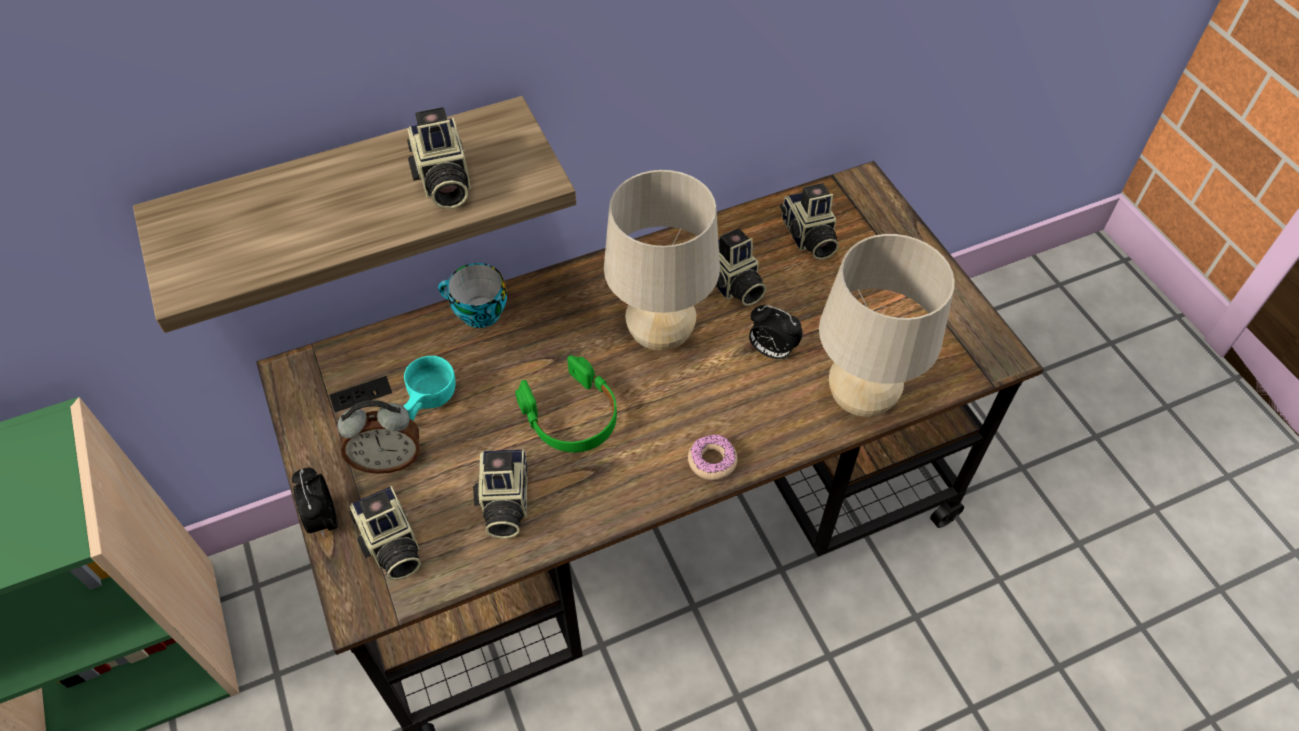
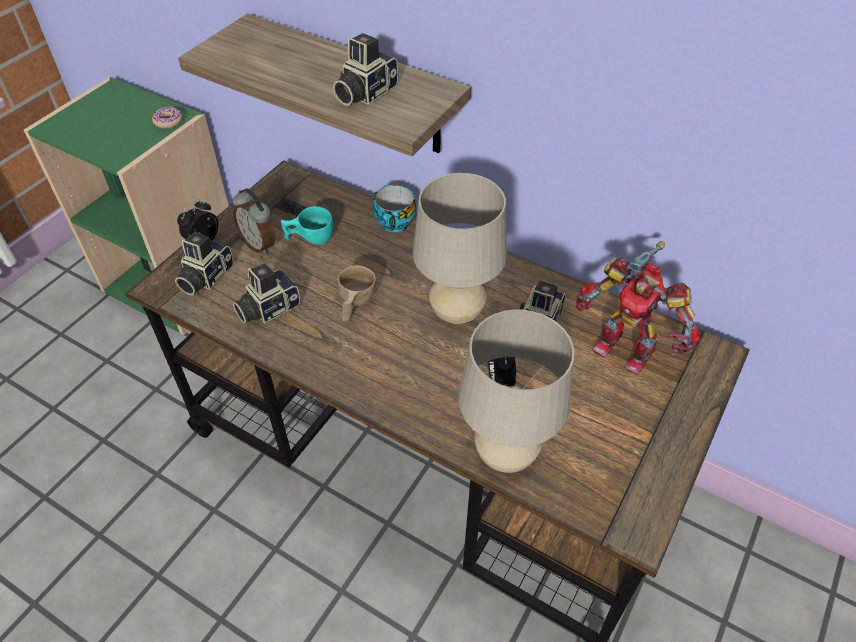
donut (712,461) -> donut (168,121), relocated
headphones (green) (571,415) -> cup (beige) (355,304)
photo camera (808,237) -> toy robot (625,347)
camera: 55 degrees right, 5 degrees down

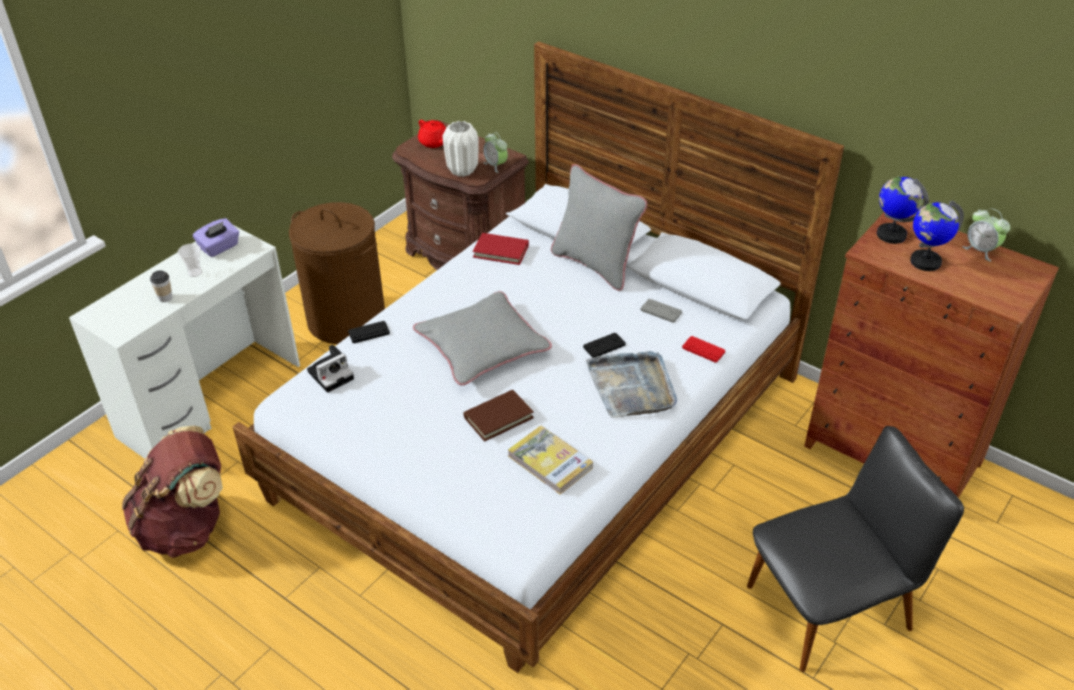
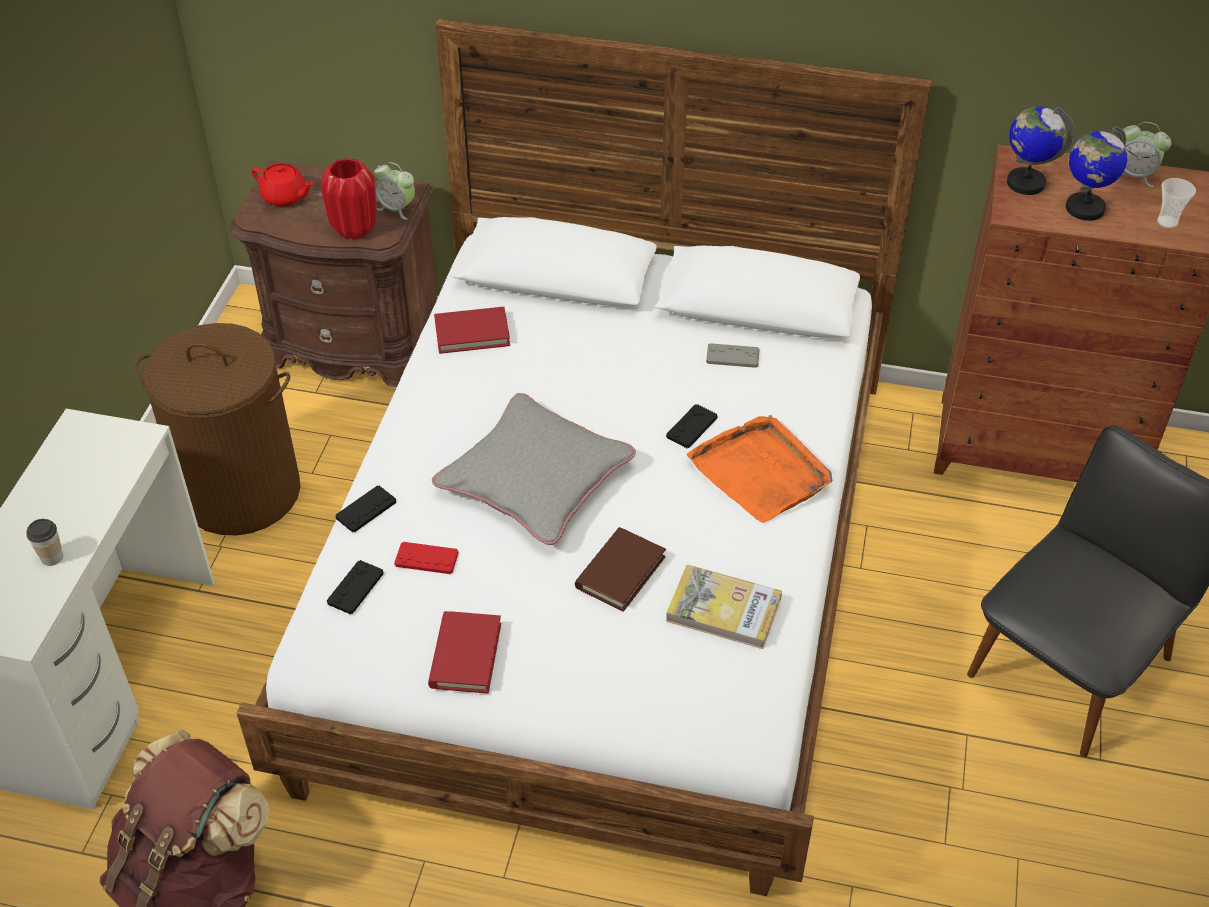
vase (white) (462,171) -> vase (red) (354,230)
photo camera (332,374) -> game controller (black) (355,588)
game controller (red) (703,350) -> game controller (red) (426,559), relocated
none -> book (red) (465,655)
tray (grey) (632,386) -> tray (orange) (761,472)
cup (195,272) -> cup (1167,222), relocated
tissue box (purple) (219,247) -> none
pillow (grey) (595,264) -> none
camera: 25 degrees left, 5 degrees up

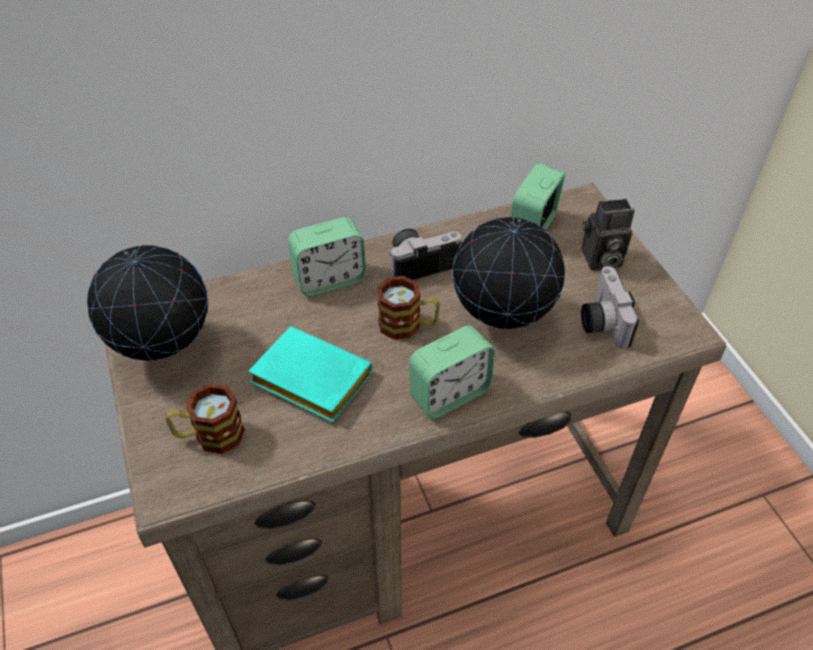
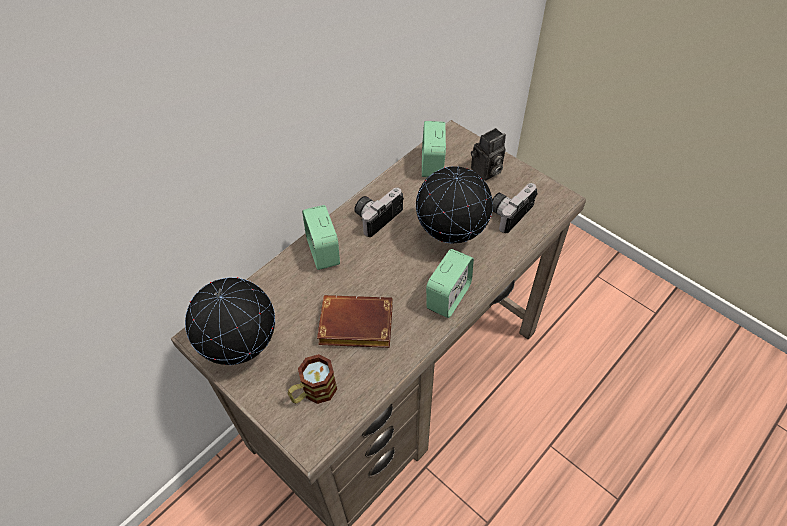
alarm clock (329,279) -> alarm clock (323,251), 120 degrees clockwise
book (turquoise) (307,380) -> book (brown) (354,327)
photo camera (600,321) -> photo camera (509,212), 75 degrees clockwise
mug (408,325) -> none
camera: 25 degrees left, 5 degrees up

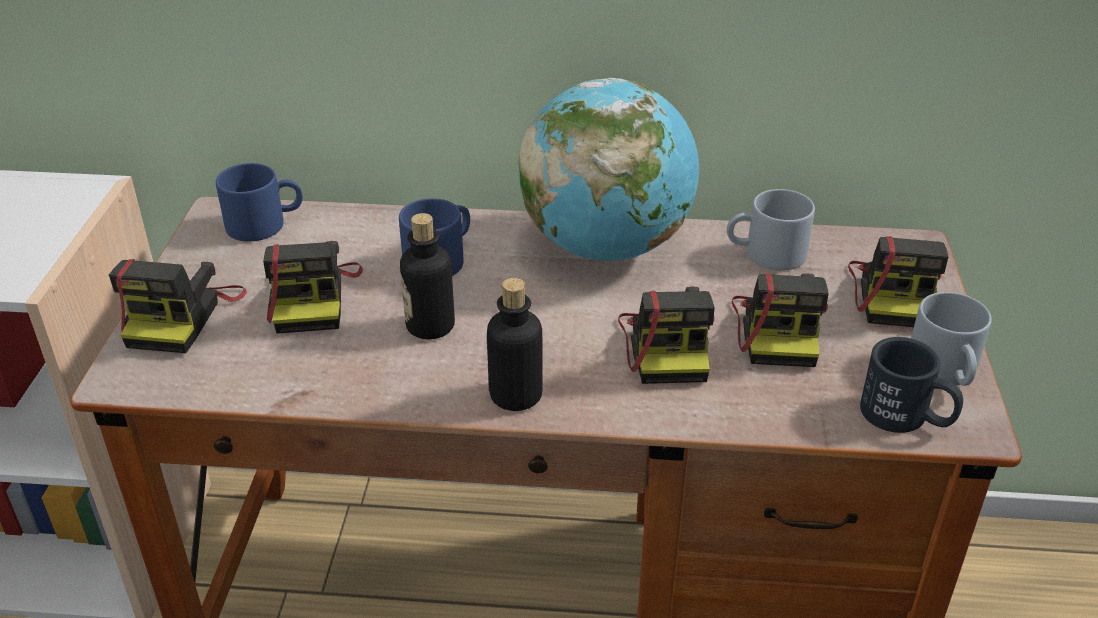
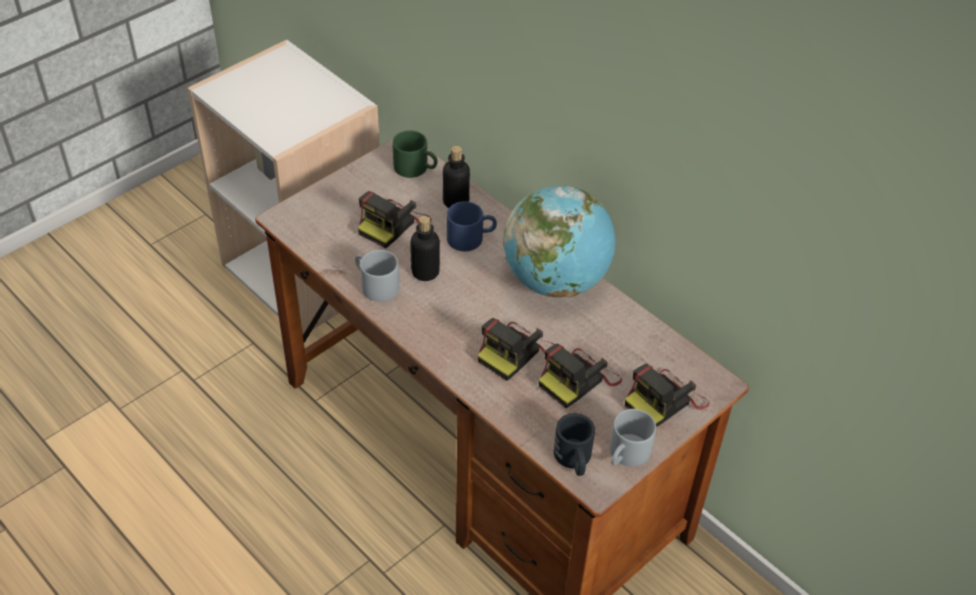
mug (grey) (765,254) -> mug (grey) (375,285), relocated
mug (blue) (265,223) -> mug (green) (416,168)
bottle (516,395) -> bottle (456,201), relocated
photo camera (182,316) -> none
camera: 40 degrees right, 10 degrees up

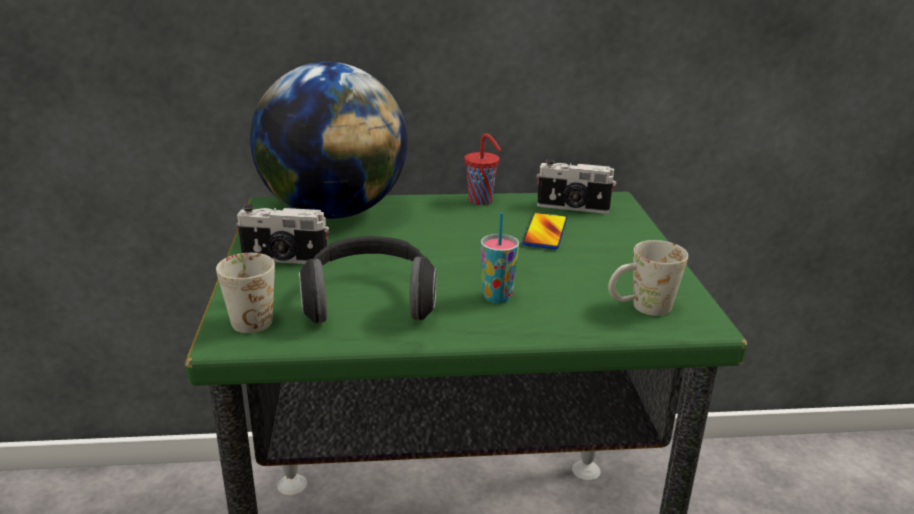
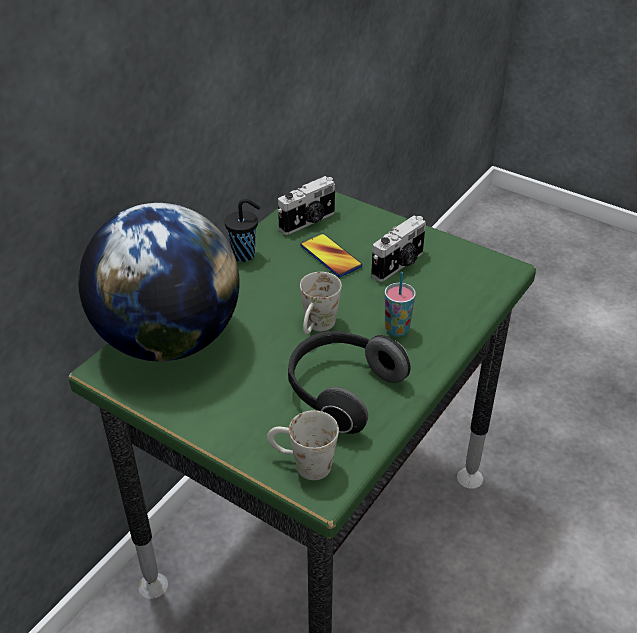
cup (red) (481,201) -> cup (black) (245,255)
mug (white) (640,308) -> mug (white) (317,328), relocated
photo camera (284,260) -> photo camera (399,265), relocated
camera: 50 degrees left, 15 degrees up

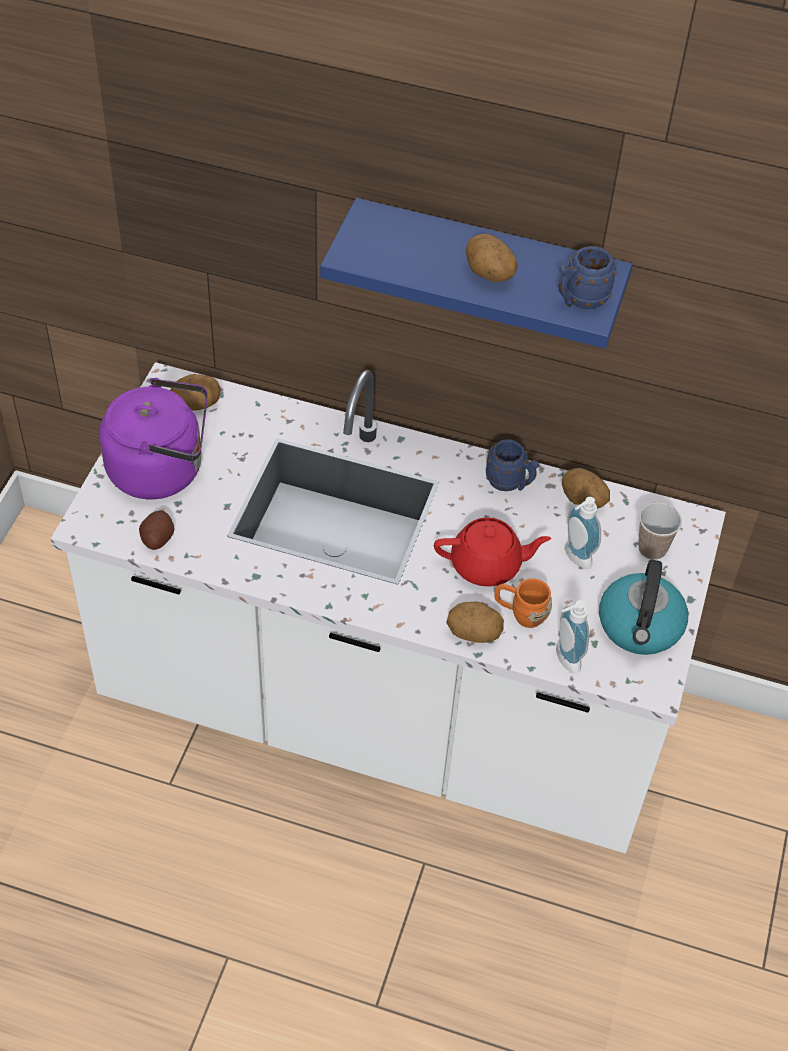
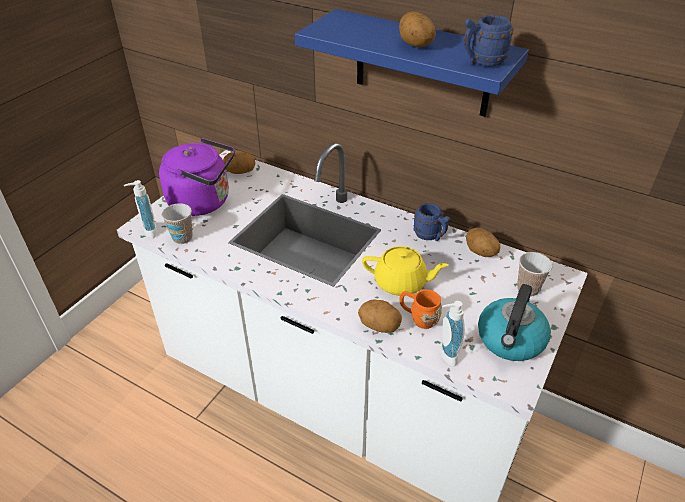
soap dispenser (574,558) -> soap dispenser (148,232), relocated
potato (157,538) -> cup (182,238)
teapot (red) (487,565) -> teapot (yellow) (401,283)
camera: 15 degrees right, 10 degrees down

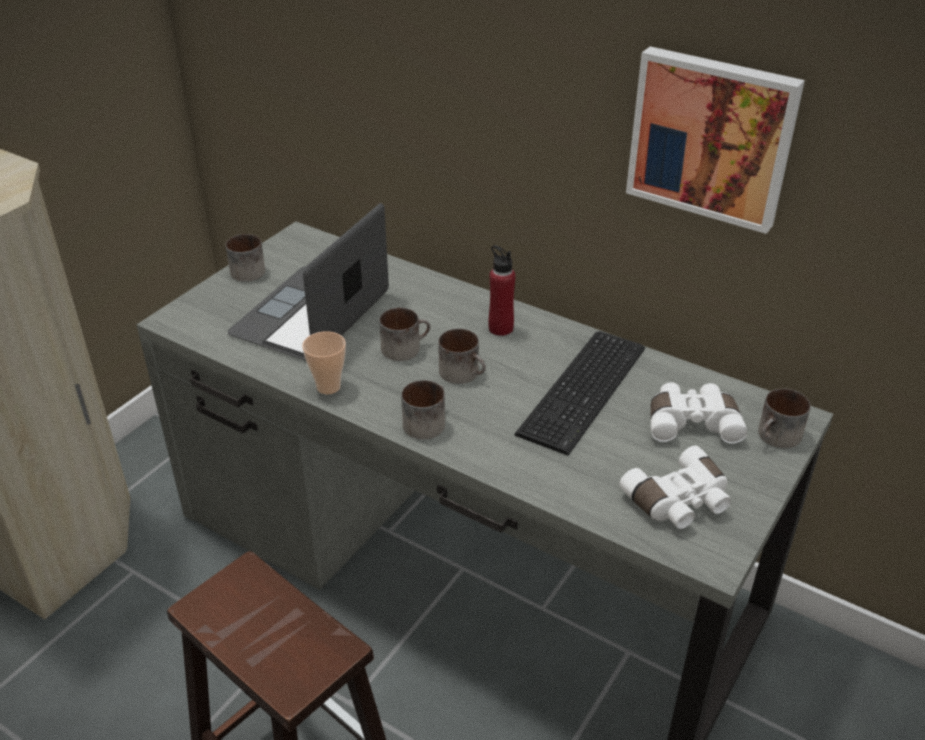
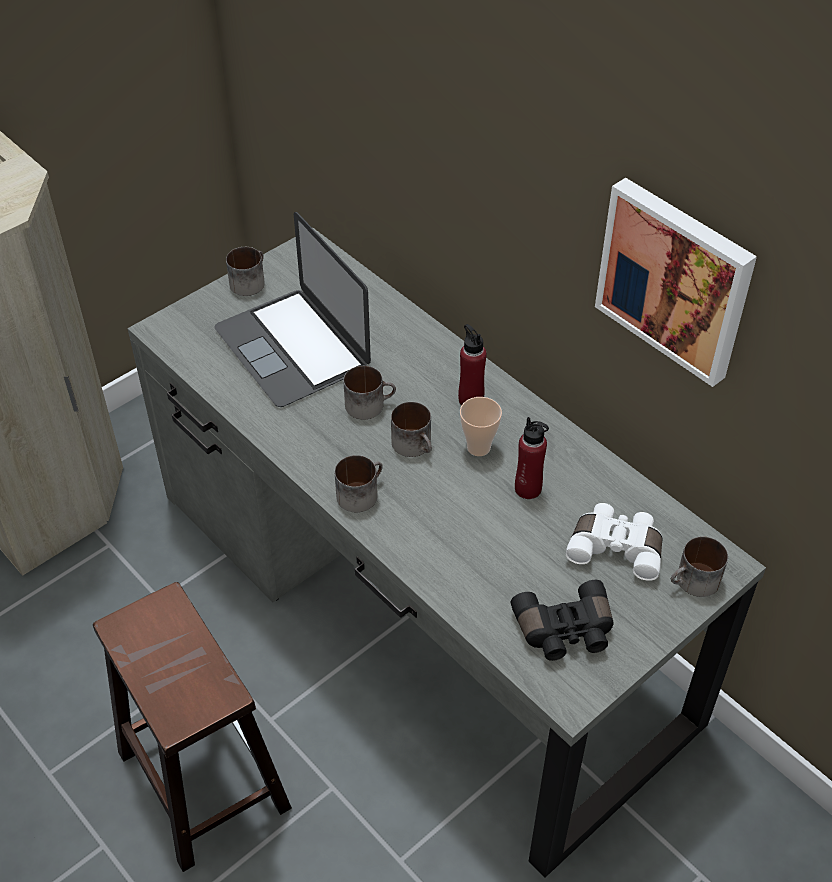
laptop (311,314) -> laptop (292,347), 75 degrees counterclockwise
cup (328,387) -> cup (478,447), relocated
binoculars (white) (679,502) -> binoculars (black) (565,631)
keyboard (587,390) -> bottle (red) (528,489)
camera: 15 degrees right, 10 degrees up

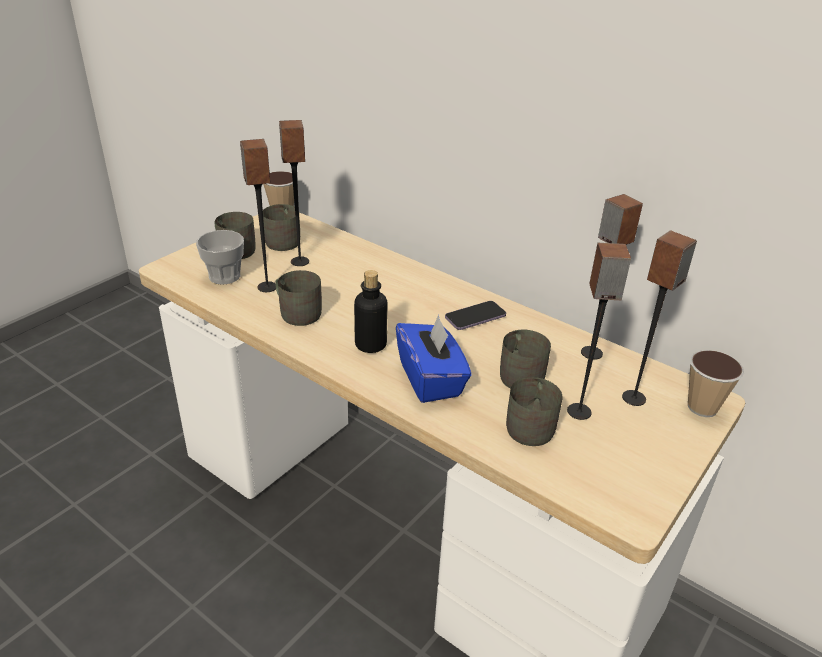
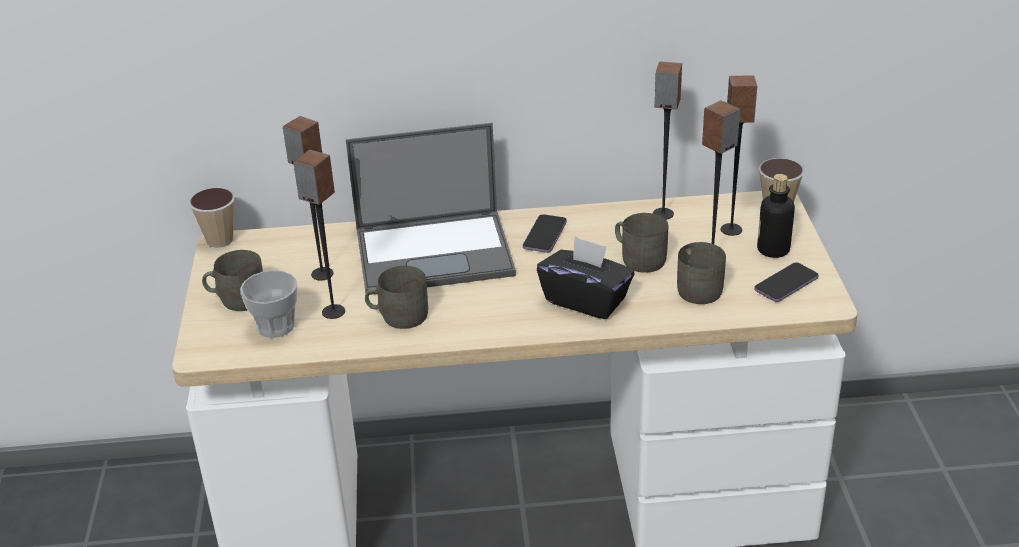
none -> laptop (436,252)
tissue box (blue) (431,379) -> tissue box (black) (586,300)
none -> phone (786,284)
bottle (370,344) -> bottle (773,250), relocated
mug (grey) (285,240) -> none
camera: 40 degrees left, 0 degrees up

